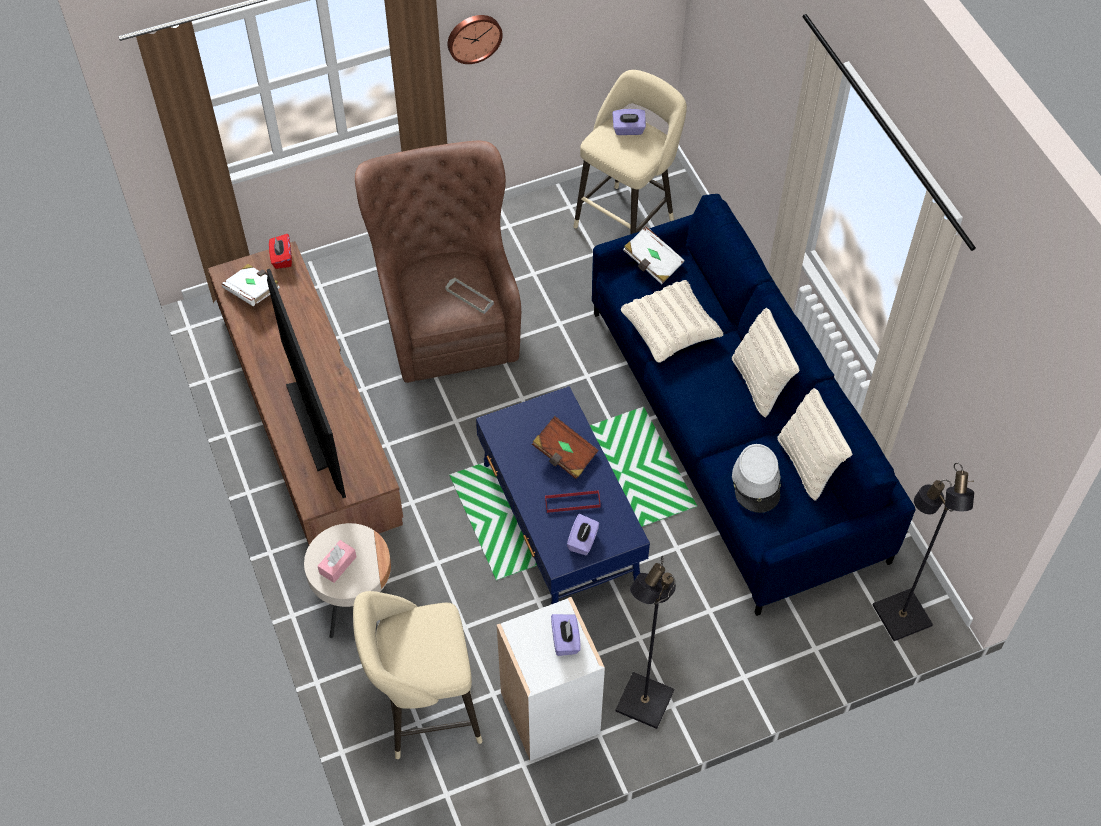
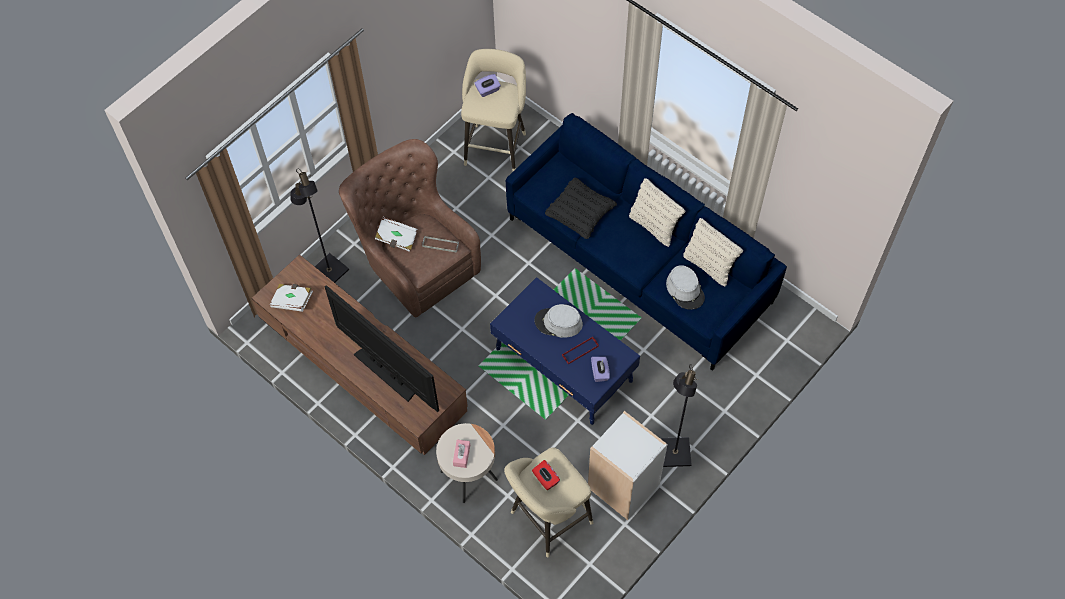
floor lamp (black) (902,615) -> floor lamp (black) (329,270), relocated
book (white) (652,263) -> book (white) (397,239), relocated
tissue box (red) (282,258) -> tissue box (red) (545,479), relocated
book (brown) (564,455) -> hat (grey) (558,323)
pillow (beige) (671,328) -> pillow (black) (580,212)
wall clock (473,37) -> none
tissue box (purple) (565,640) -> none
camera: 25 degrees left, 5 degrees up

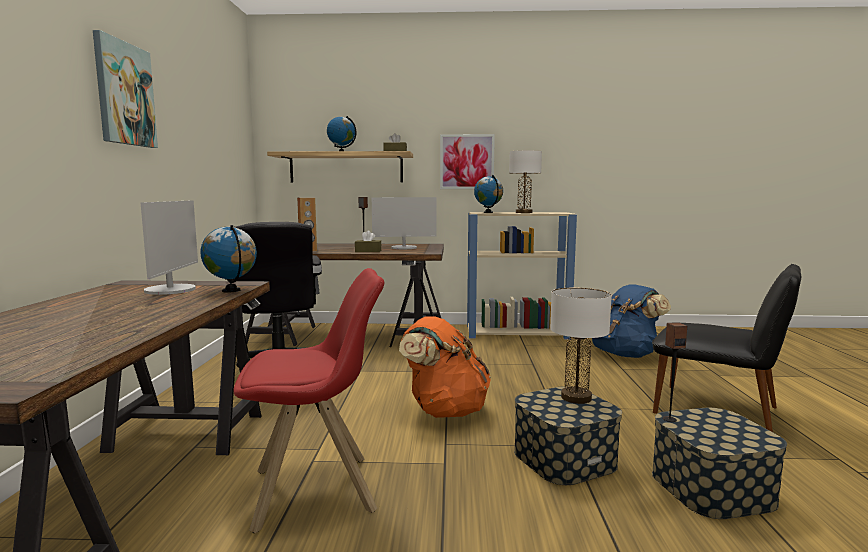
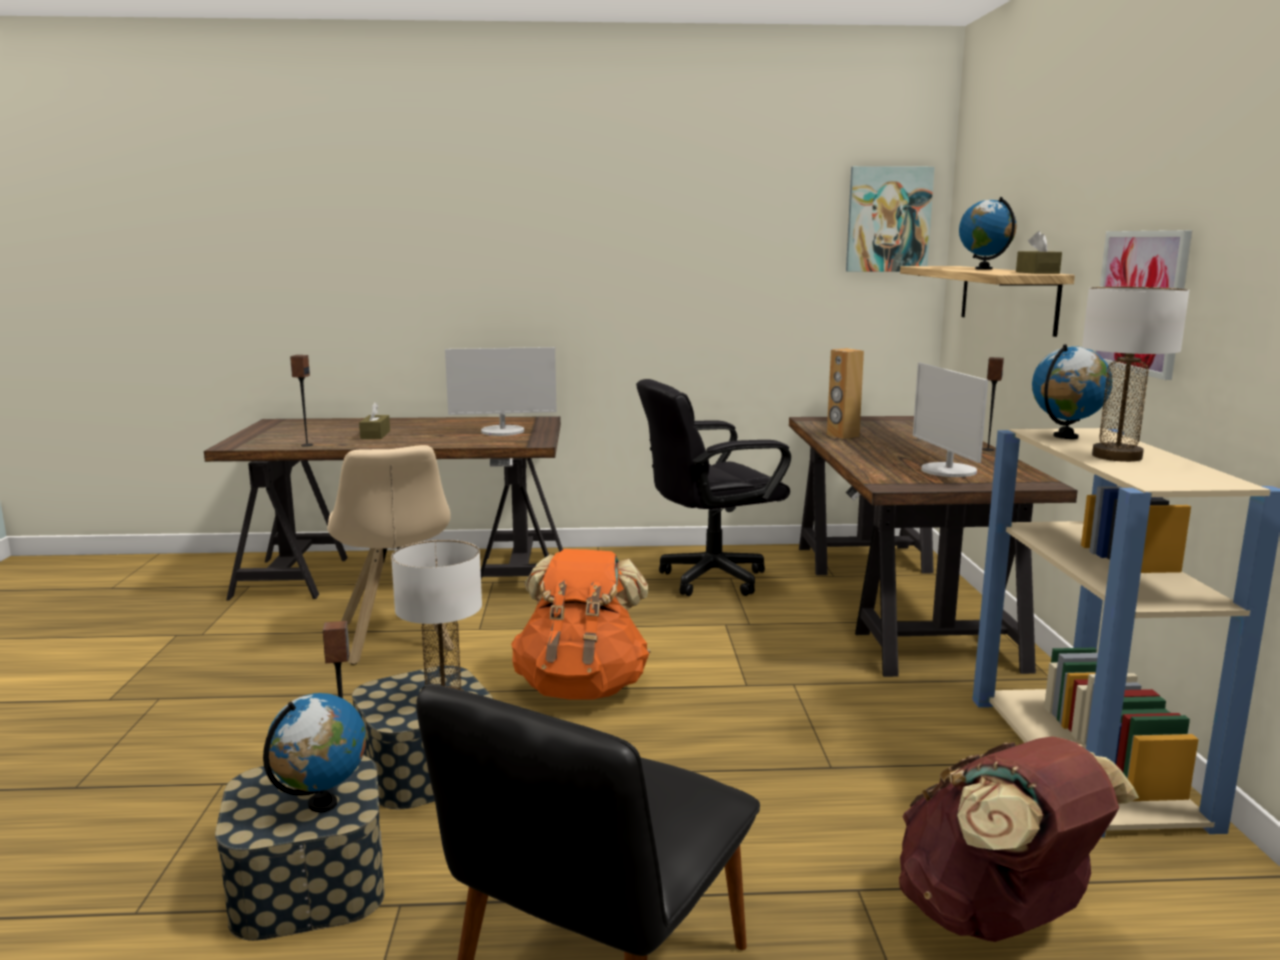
globe (231,291) -> globe (322,804), relocated
none -> speaker (306,445)
chair (red) (315,490) -> chair (beige) (397,637)
tissue box (brown) (368,251) -> tissue box (brown) (375,435), relocated
picture (124,94) -> picture (888,219), relocated
backpack (blue) (625,354) -> backpack (brown) (995,918)
camera: 85 degrees right, 5 degrees up

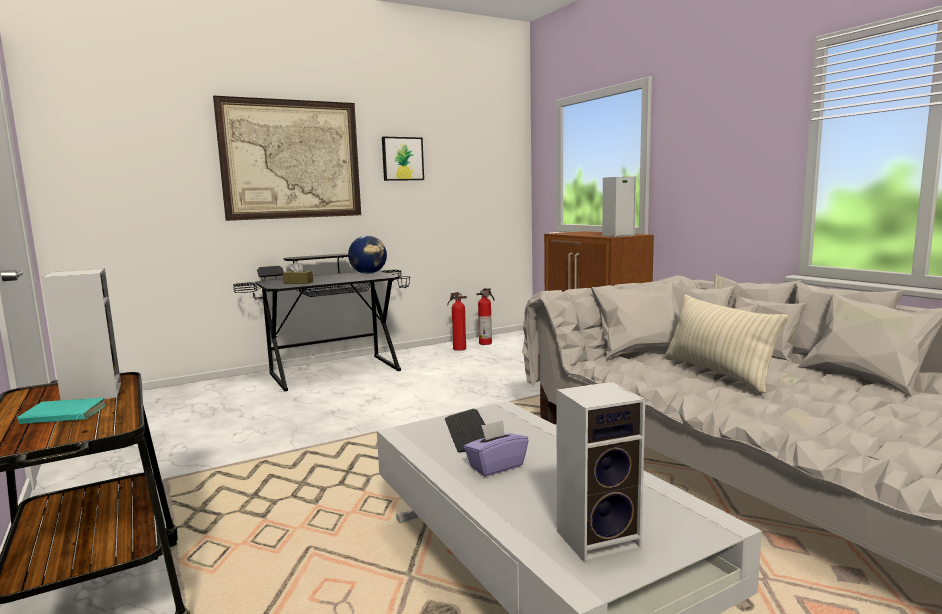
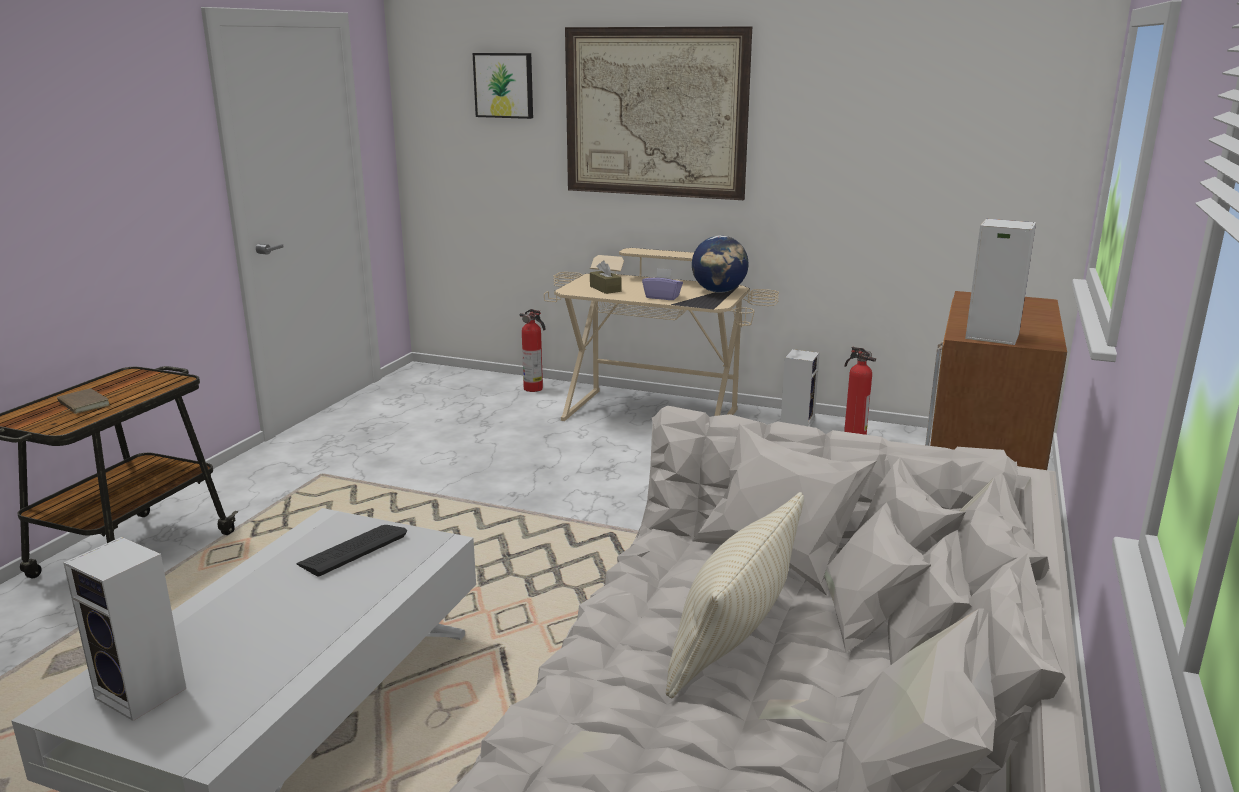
book (turquoise) (62,416) -> book (brown) (81,404)
picture (402,159) -> picture (504,85), relocated
fire extinguisher (486,343) -> fire extinguisher (534,388), relocated
desk (black) (334,371) -> desk (beige) (652,413)
tissue box (purple) (496,466) -> tissue box (purple) (662,297), relocated
speaker (91,393) -> speaker (797,423), relocated
camera: 50 degrees right, 10 degrees up

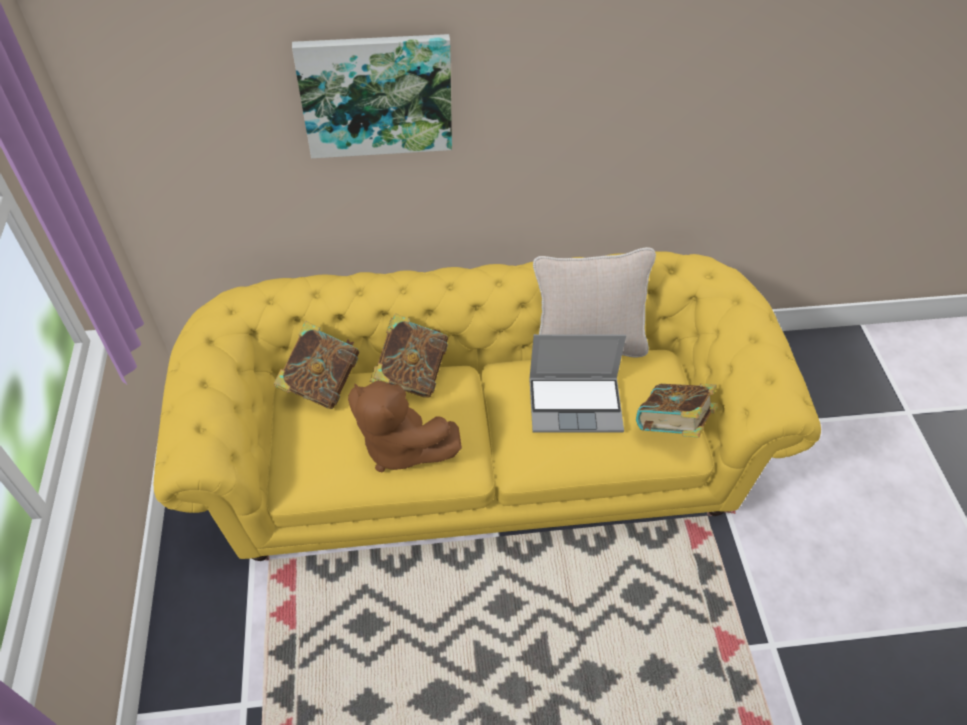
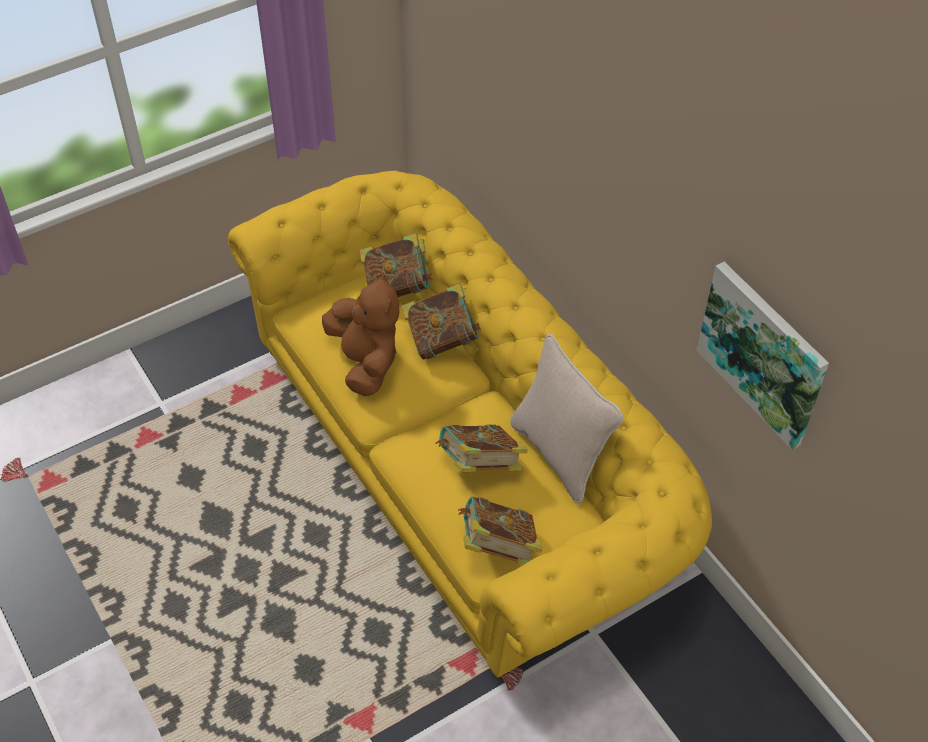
plush toy (brown) (399,446) -> plush toy (brown) (365,362), 150 degrees clockwise
laptop (576,404) -> book (480,465)
picture (376,95) -> picture (763,353), relocated
camera: 65 degrees right, 0 degrees up

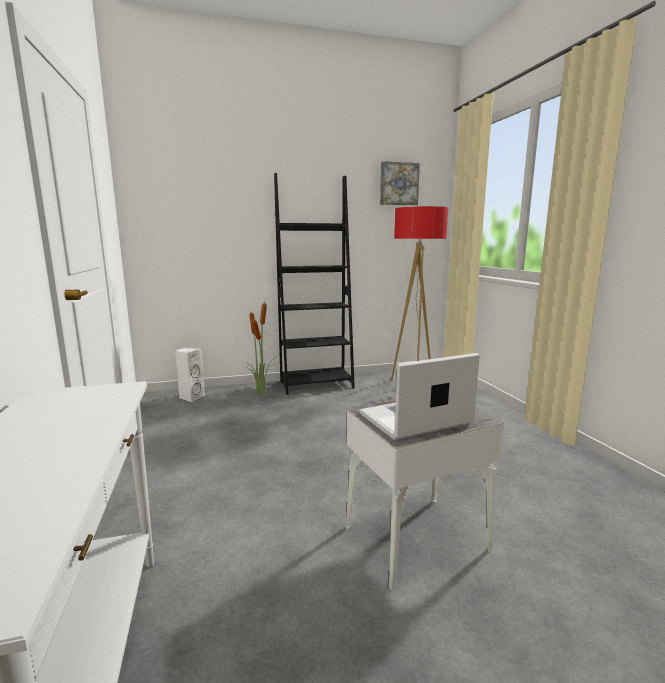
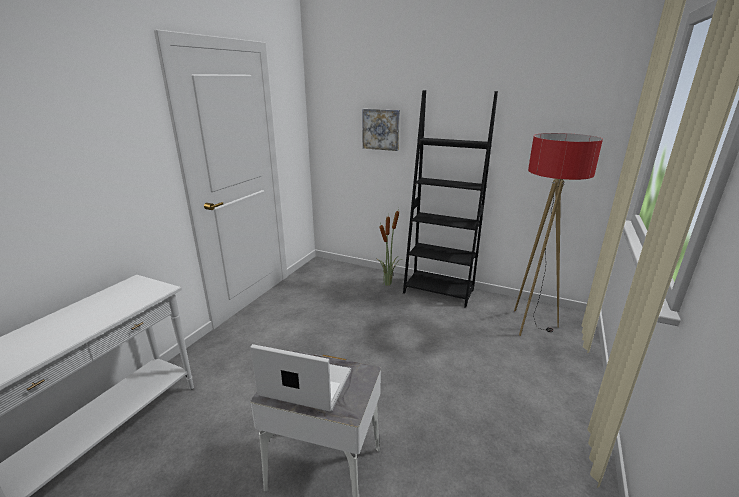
picture (398,184) -> picture (381,129), relocated
speaker (white) (191,397) -> none
camera: 40 degrees right, 10 degrees up

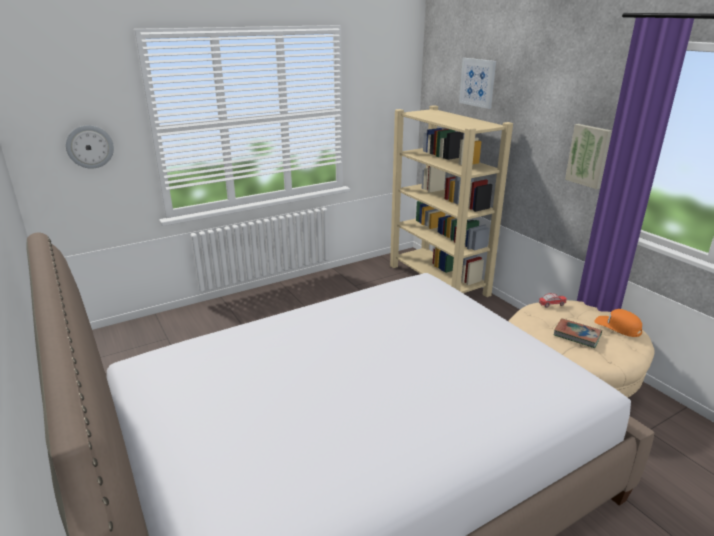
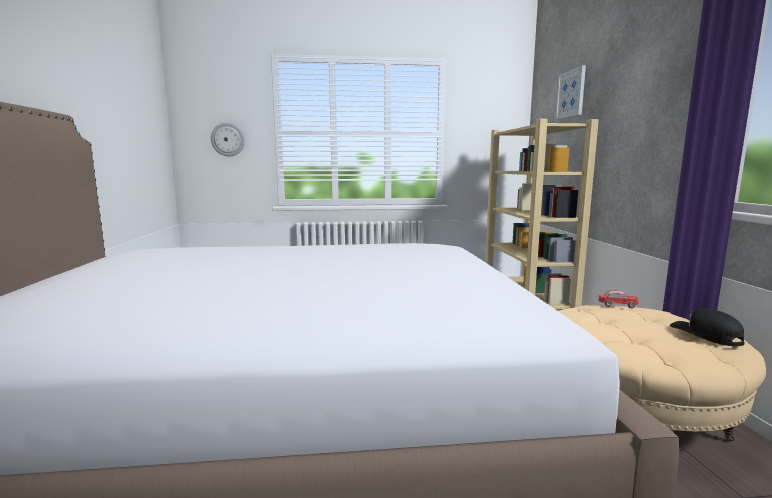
cap (orange) (618,327) -> cap (black) (706,334)
book (577,335) -> none
picture (589,156) -> none
camera: 25 degrees right, 15 degrees down

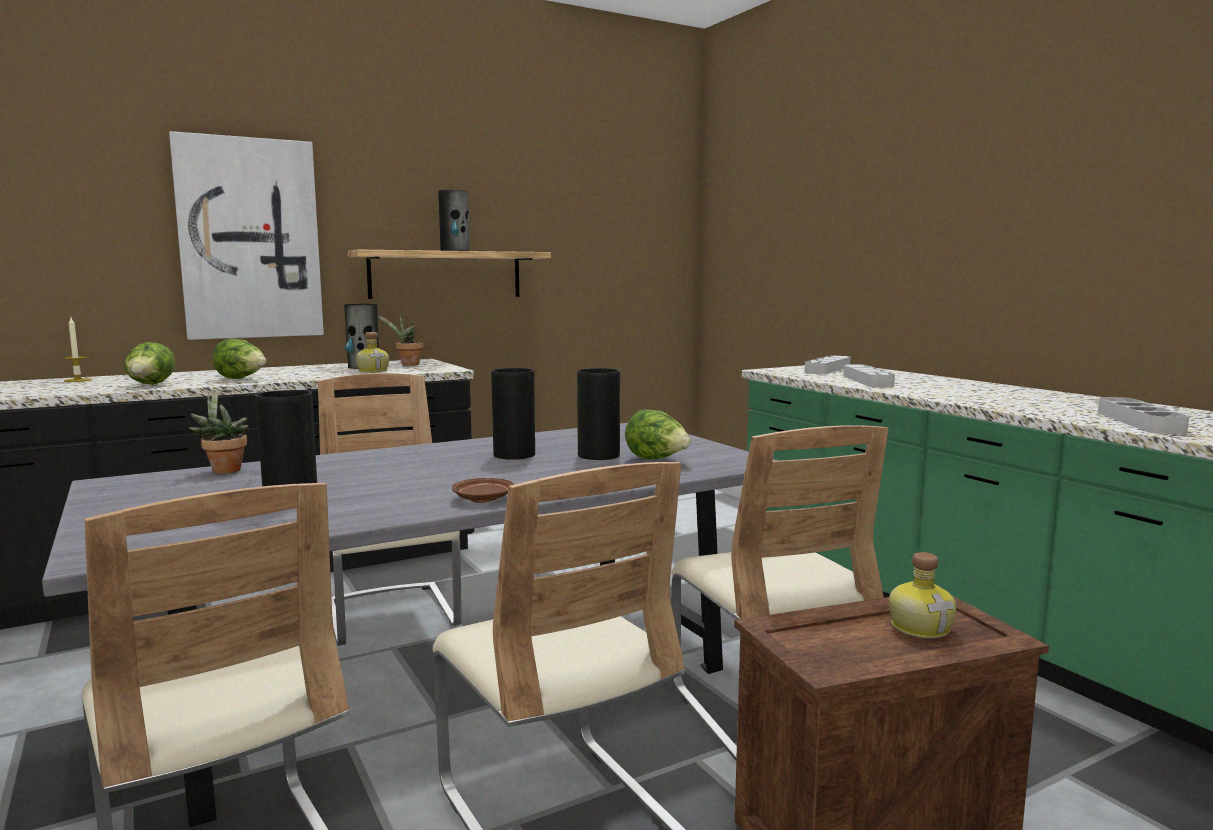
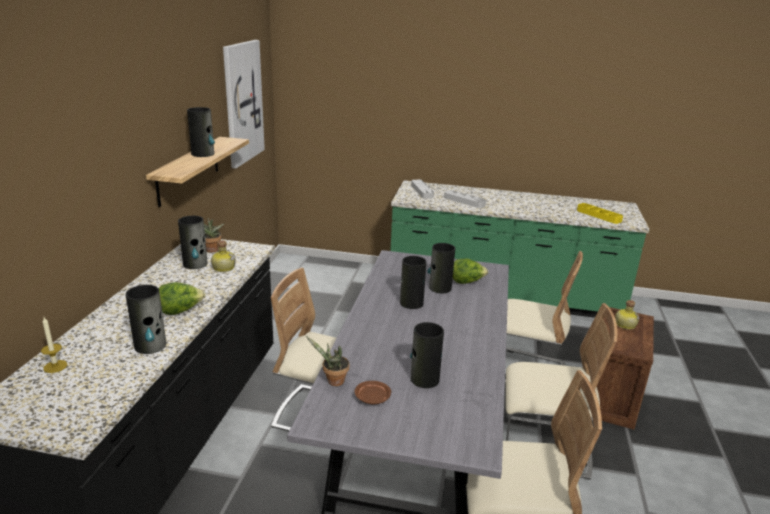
lettuce (151,385) -> vase (150,345)
picture (250,239) -> picture (242,102), relocated
plate (brown) (483,499) -> plate (brown) (372,398), relocated
tray (grey) (1139,422) -> tray (yellow) (598,215)
camera: 50 degrees left, 15 degrees up

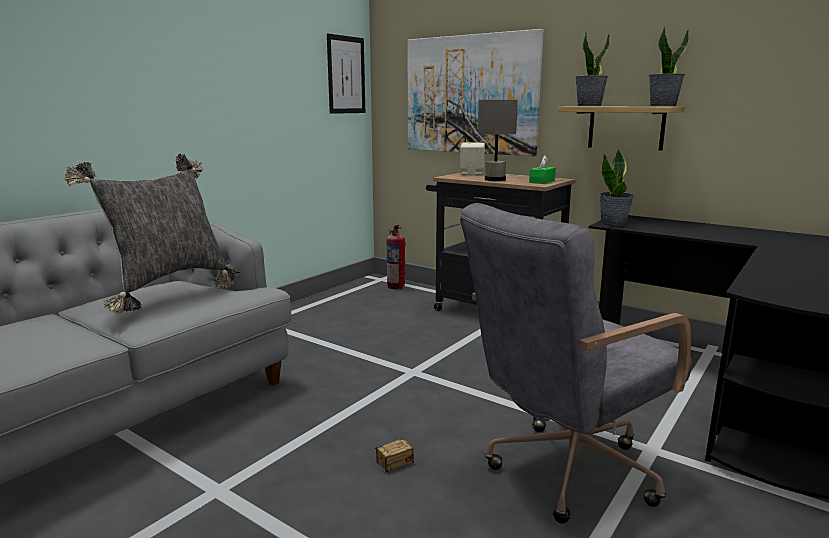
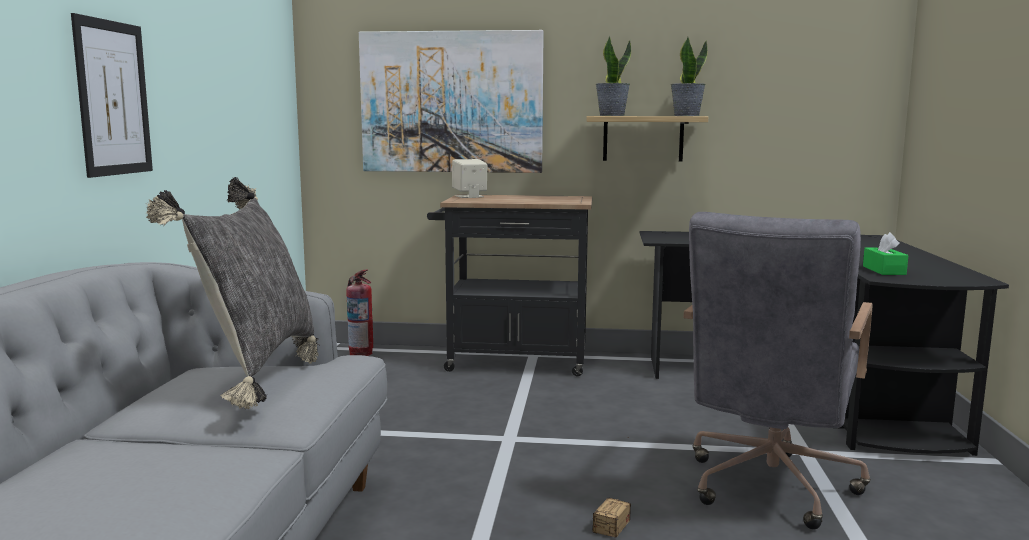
picture (346,75) -> picture (113,98), relocated
tissue box (green) (542,181) -> tissue box (green) (884,270), relocated
table lamp (grey) (495,179) -> none
potted plant (613,224) -> none
camera: 30 degrees left, 5 degrees down

